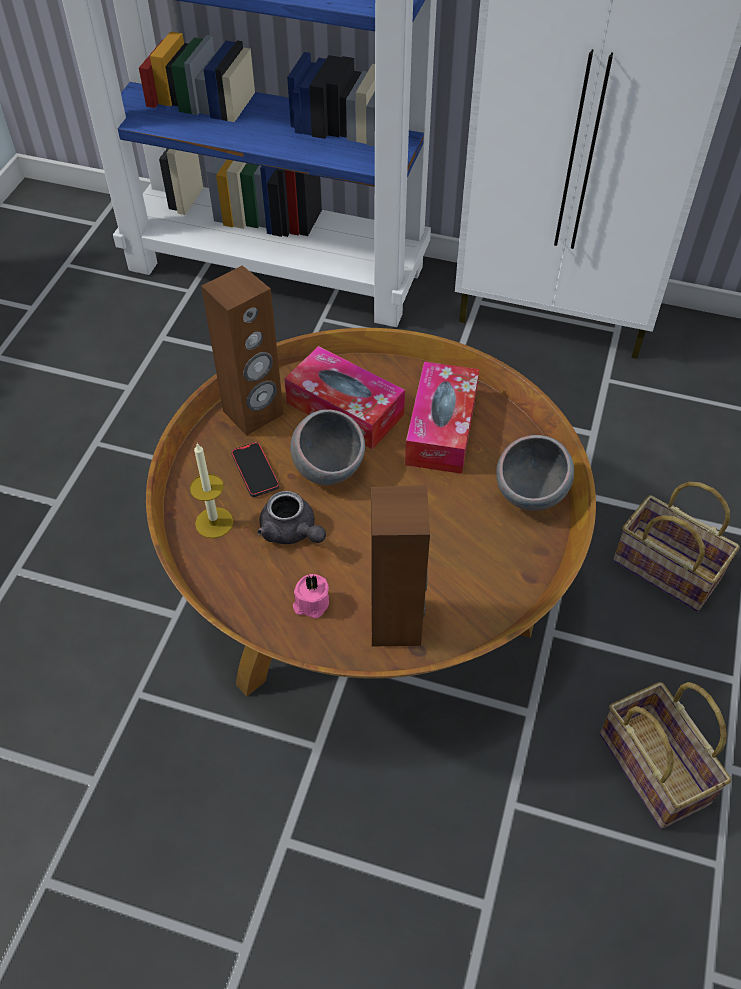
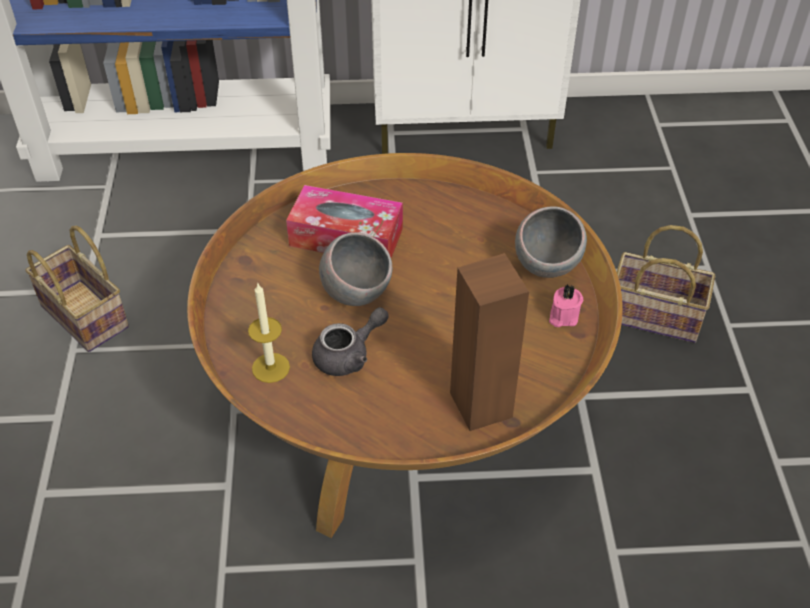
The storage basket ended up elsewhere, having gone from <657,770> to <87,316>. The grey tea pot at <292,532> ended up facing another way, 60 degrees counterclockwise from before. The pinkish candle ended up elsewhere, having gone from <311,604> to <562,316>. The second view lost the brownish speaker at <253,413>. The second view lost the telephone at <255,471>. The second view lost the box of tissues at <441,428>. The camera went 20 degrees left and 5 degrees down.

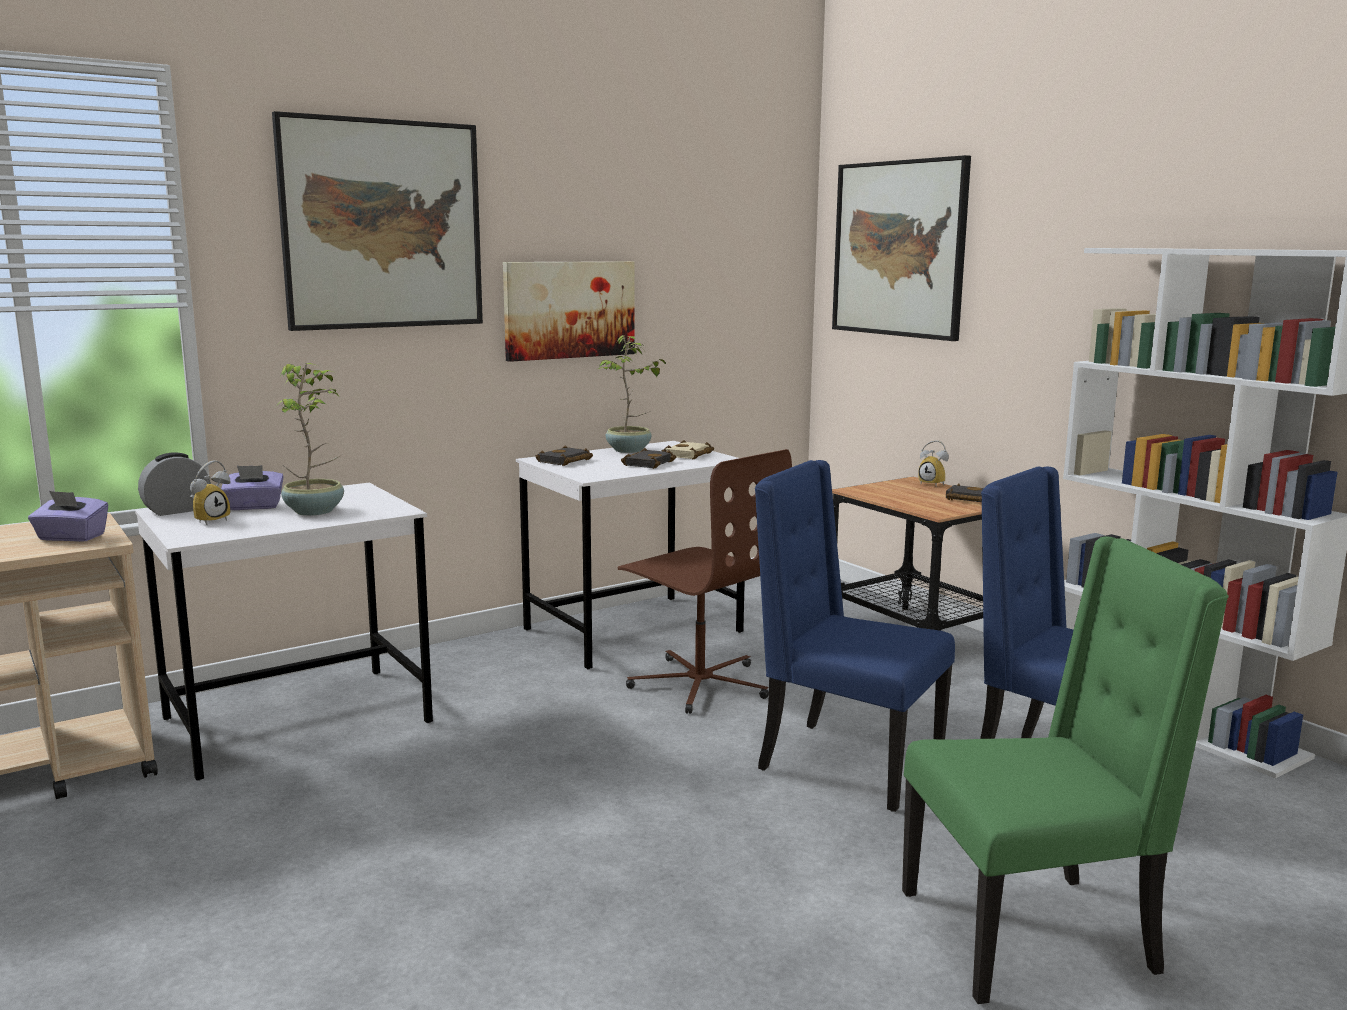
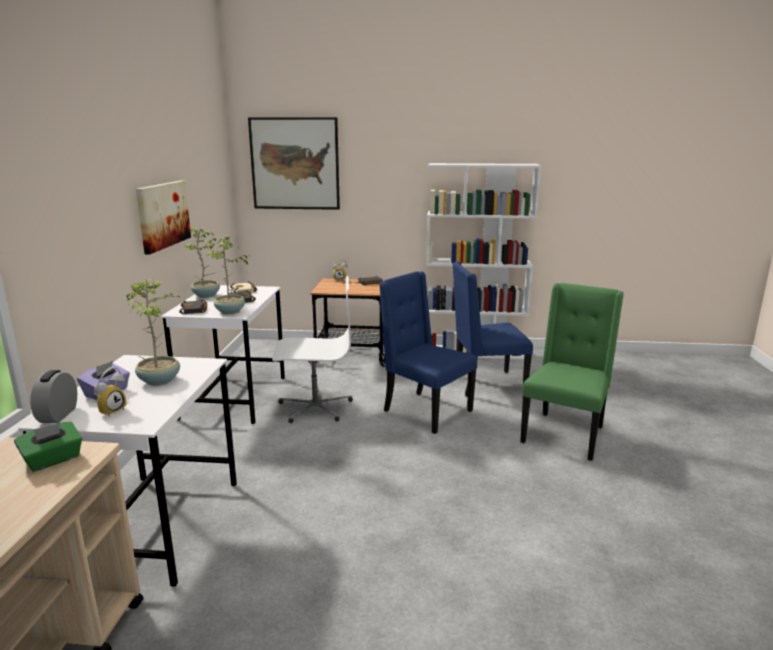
What was the purple box of tissues at <71,537> turned into the green box of tissues at <53,460>. The bedside clock at <210,520> ended up facing another way, 45 degrees clockwise from before. The second view gained the houseplant at <230,312>. What was the brownish office chair at <700,684> turned into the white-coloured office chair at <315,407>. The blue chair at <846,763> ended up facing another way, 60 degrees clockwise from before. The second view lost the wall picture at <382,225>. The camera went 50 degrees left and 5 degrees up.

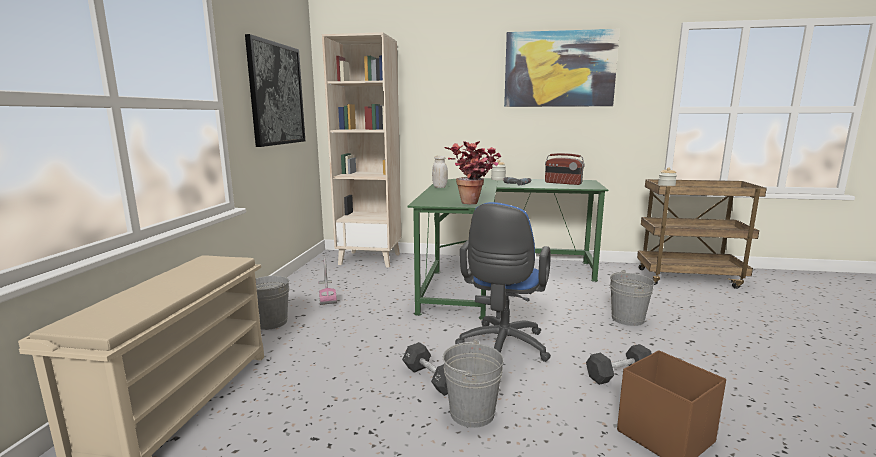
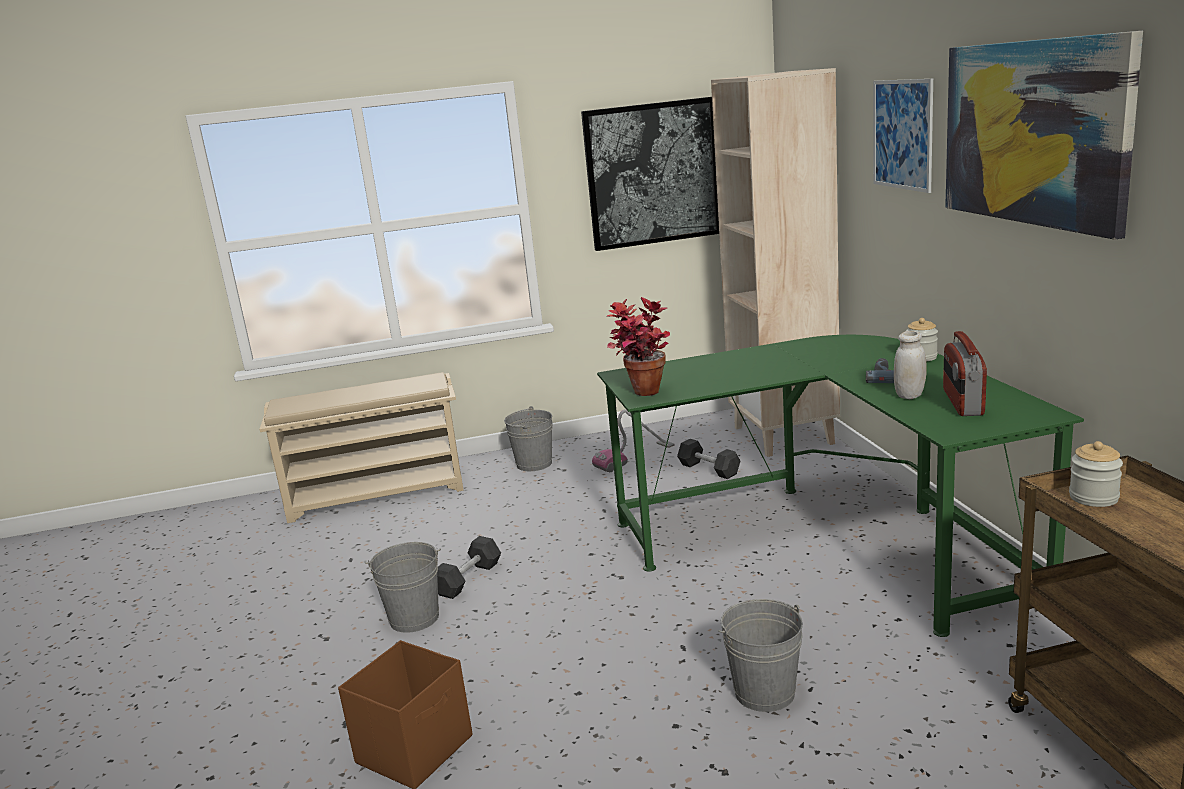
The black dumbbell ended up elsewhere, having gone from <619,374> to <709,469>. The second view gained the wall picture at <902,134>. The white-coloured jar ended up elsewhere, having gone from <439,187> to <909,395>. The second view lost the blue office chair at <502,349>. The camera went 70 degrees right and 5 degrees up.

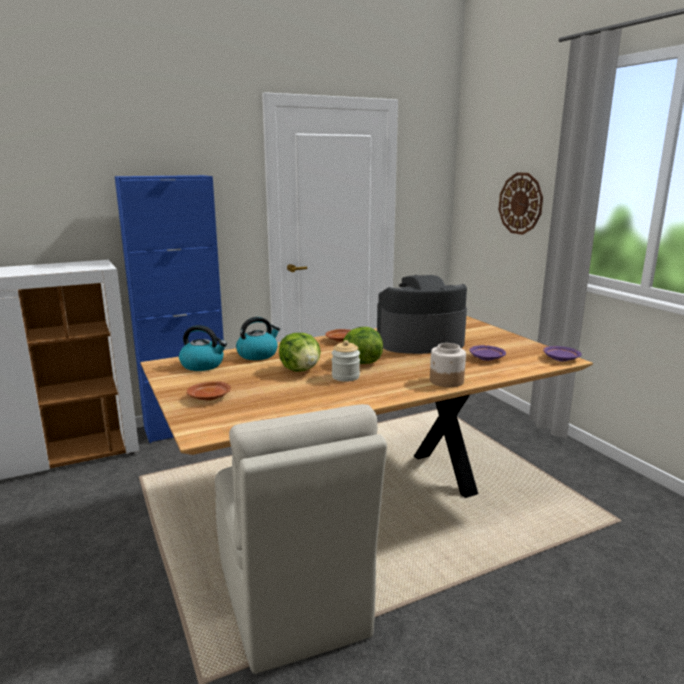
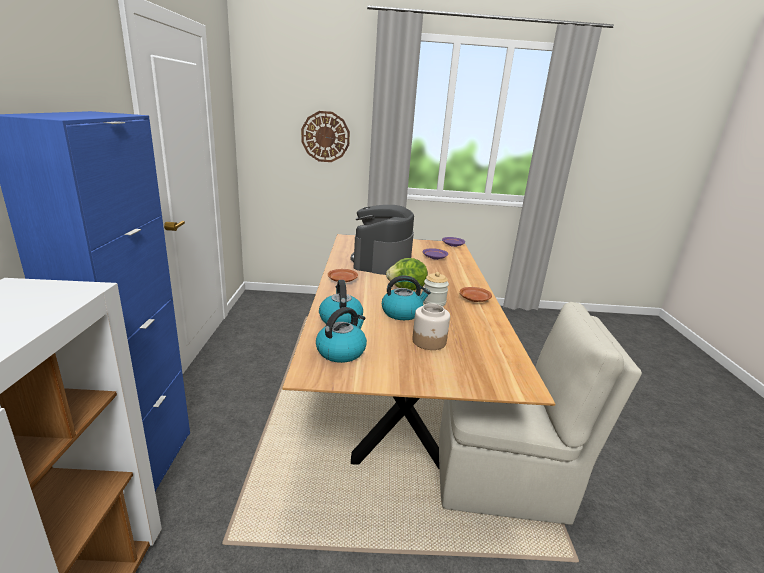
Where the lettuce head stood at <301,370>, the kettle came to stand at <402,313>. The jar ended up elsewhere, having gone from <446,381> to <429,341>. The brownish plate ended up elsewhere, having gone from <210,397> to <474,299>. The camera went 65 degrees left and 5 degrees up.

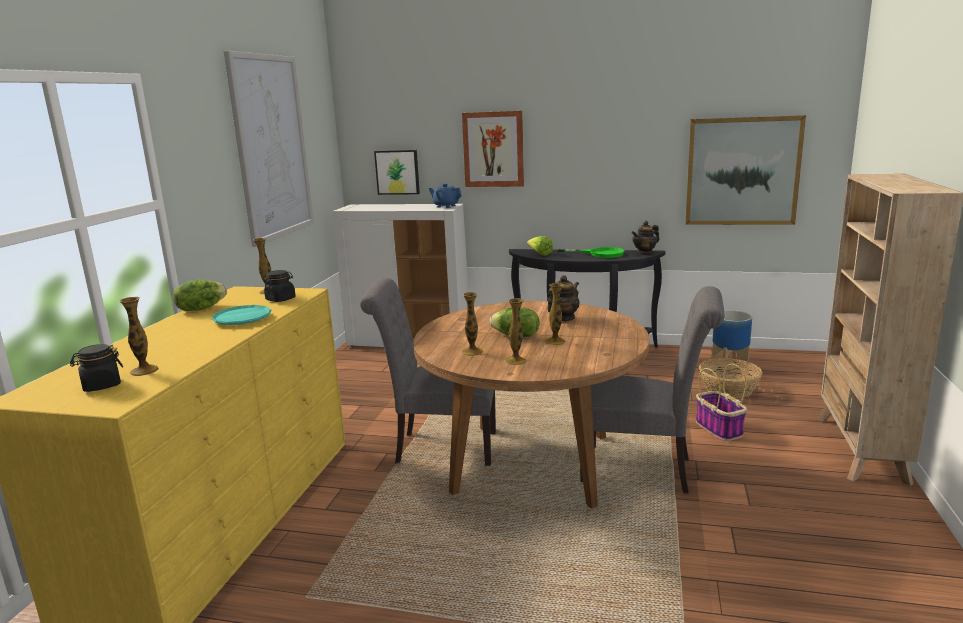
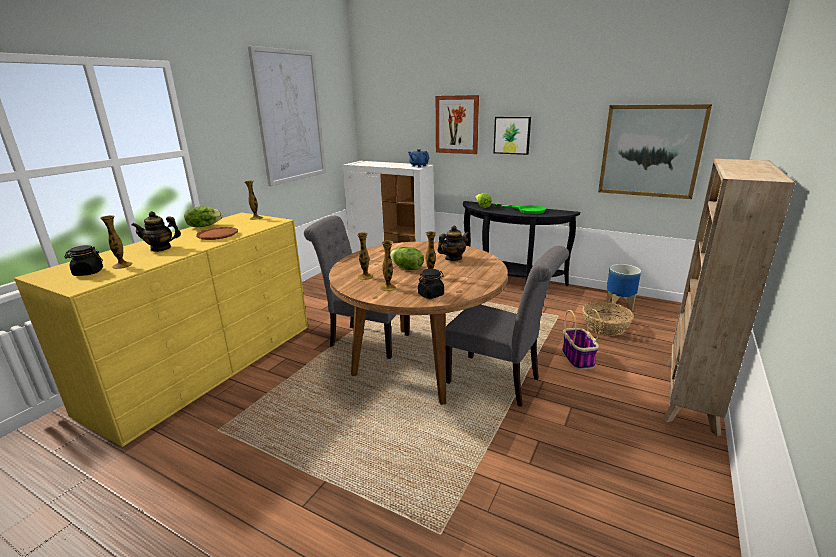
The tea pot ended up elsewhere, having gone from <645,253> to <161,248>. What was the turquoise plate at <242,319> turned into the brownish plate at <218,236>. The black jar ended up elsewhere, having gone from <281,299> to <431,294>. The wall picture ended up elsewhere, having gone from <397,172> to <512,135>. The camera went 15 degrees right and 5 degrees up.

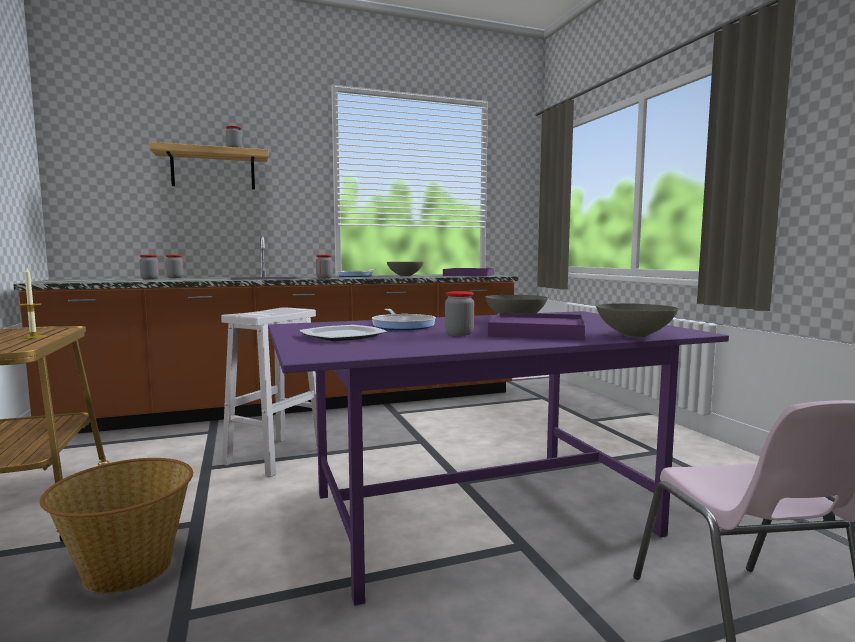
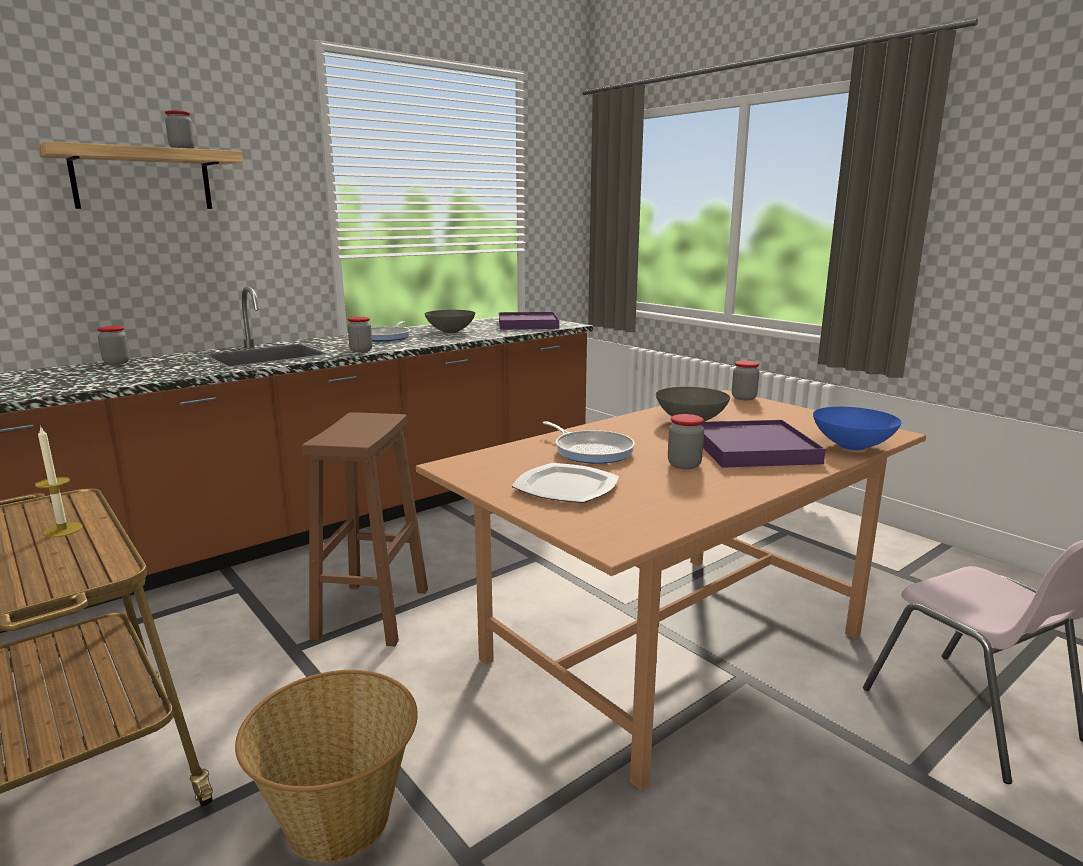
What was the white-coloured sitting stool at <277,455> turned into the brownish sitting stool at <372,612>. What was the purple dining table at <480,512> turned into the brownish dining table at <674,645>. The jar ended up elsewhere, having gone from <150,279> to <744,398>. What was the grey serving bowl at <634,335> turned into the blue serving bowl at <852,447>. The camera went 20 degrees left and 10 degrees up.

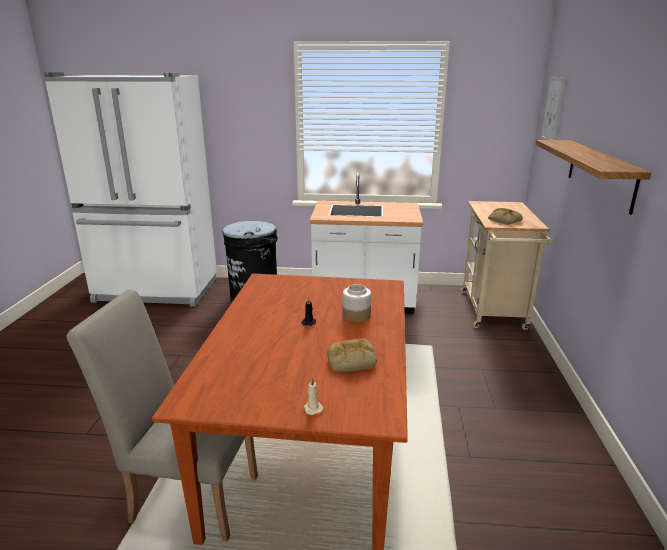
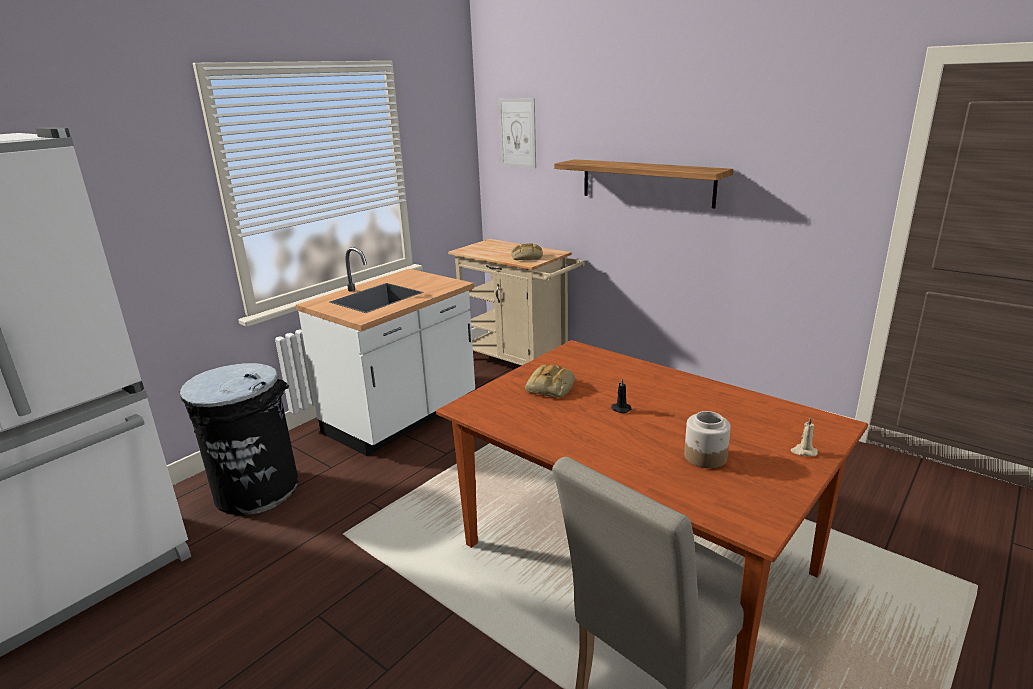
The bread ended up elsewhere, having gone from <351,361> to <551,387>. The jar ended up elsewhere, having gone from <356,316> to <705,457>. The camera went 55 degrees left and 0 degrees up.

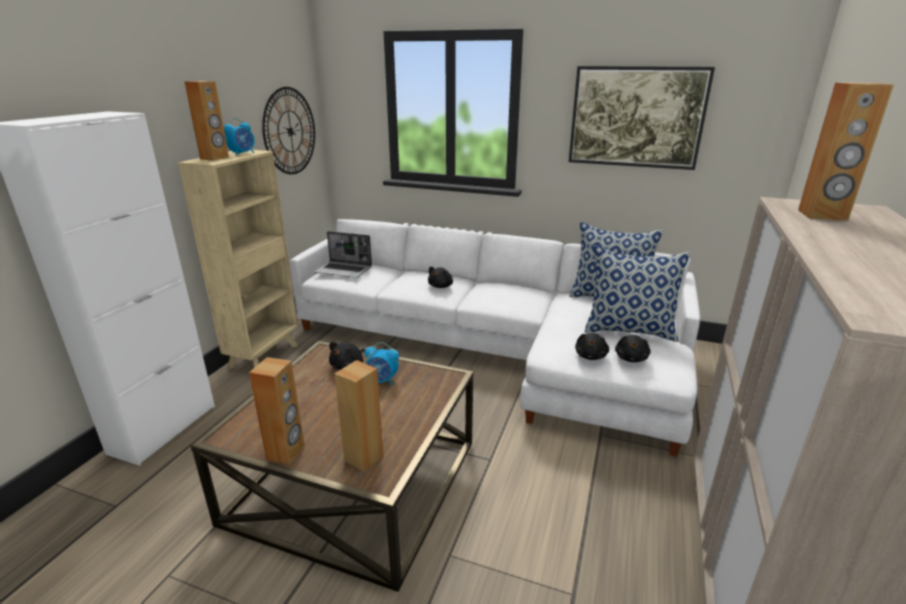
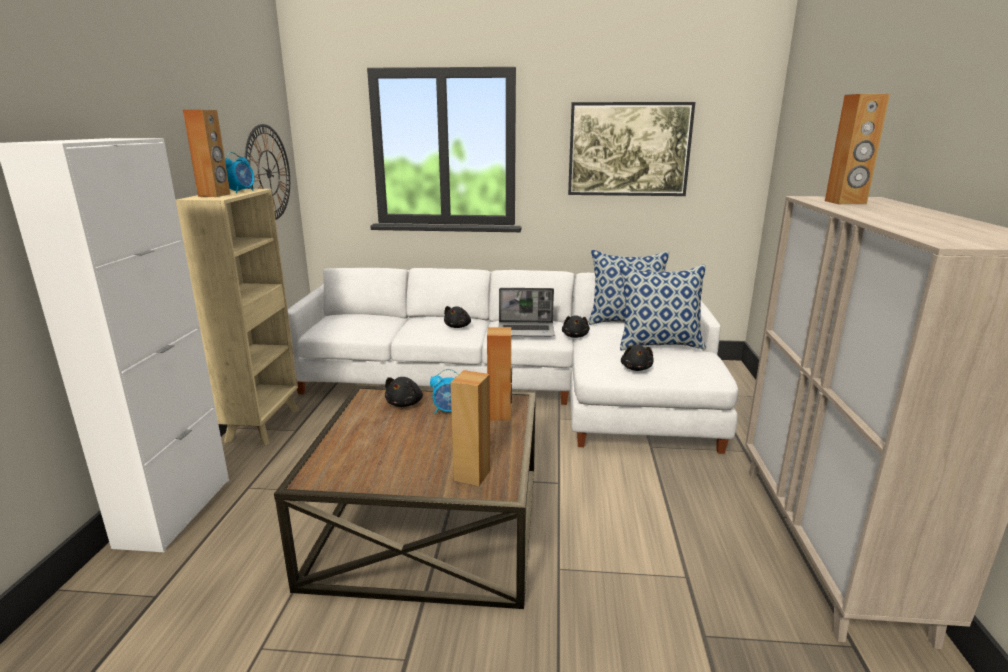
The brownish speaker ended up elsewhere, having gone from <286,453> to <500,414>. The portable computer ended up elsewhere, having gone from <344,270> to <526,331>. The black cuddly toy ended up elsewhere, having gone from <631,358> to <575,336>. The camera went 15 degrees left and 5 degrees down.

